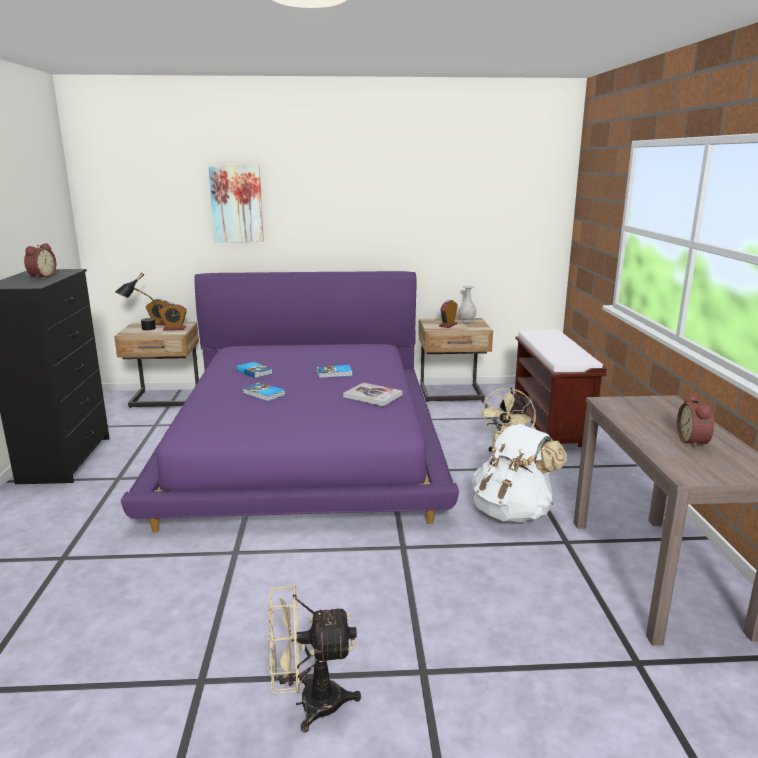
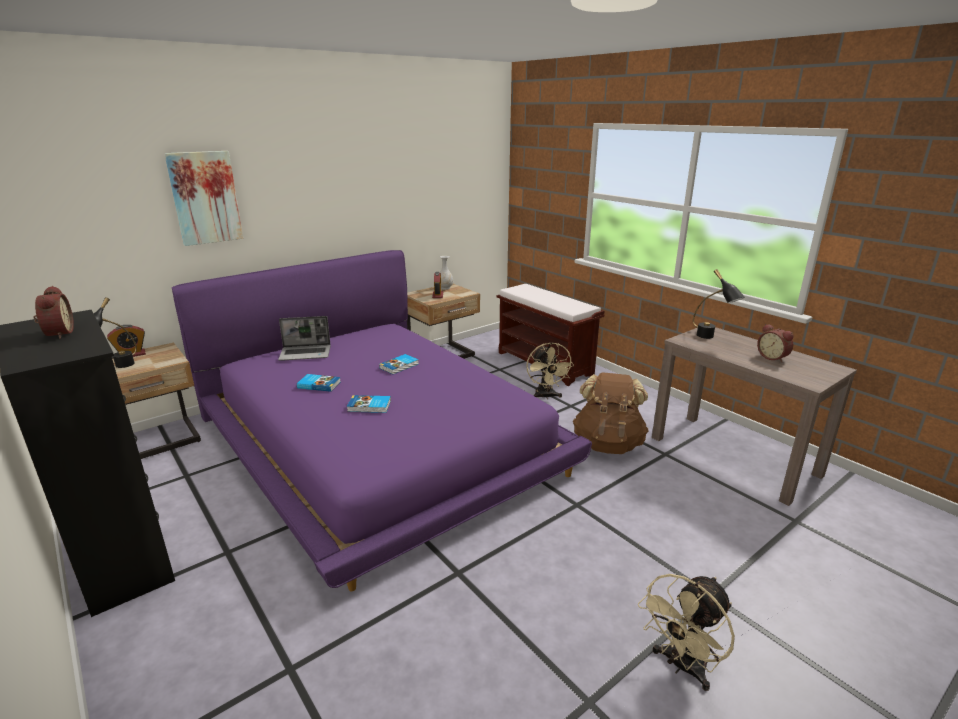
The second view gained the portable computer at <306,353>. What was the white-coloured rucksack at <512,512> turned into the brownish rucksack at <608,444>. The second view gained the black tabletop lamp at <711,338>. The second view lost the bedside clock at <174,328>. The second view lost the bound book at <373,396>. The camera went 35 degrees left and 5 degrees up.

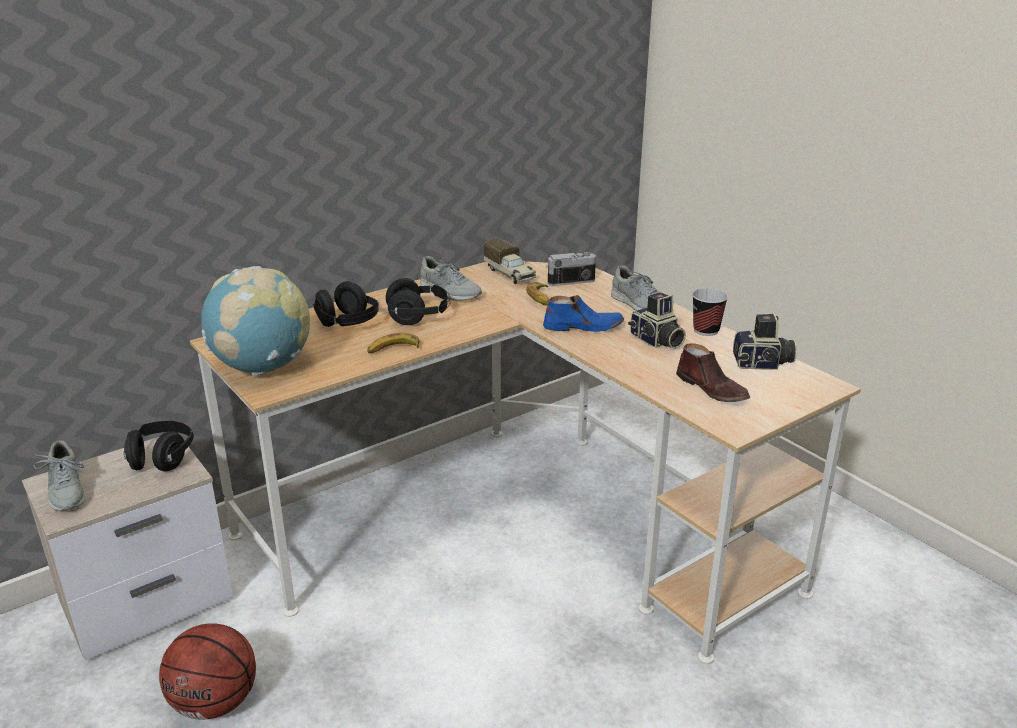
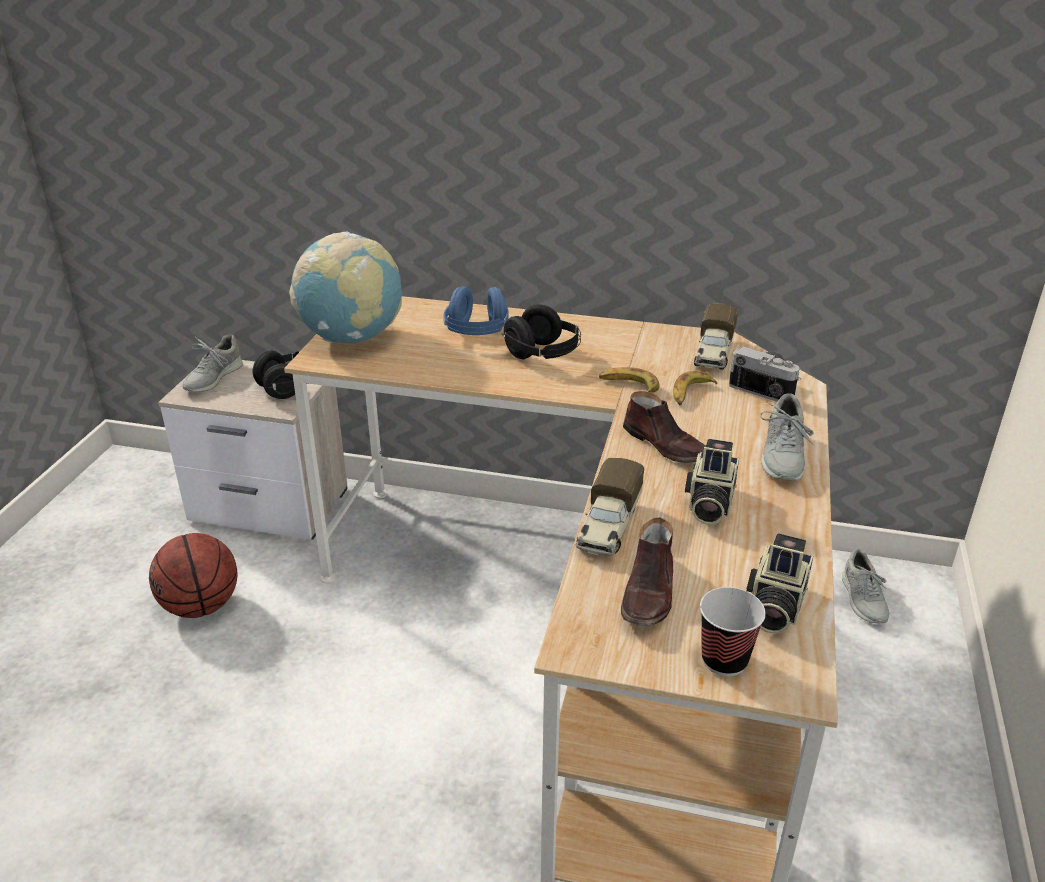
What was the black pair of headphones at <348,324> turned into the blue pair of headphones at <477,333>. The second view gained the toy lorry at <608,527>. The whole banana ended up elsewhere, having gone from <393,349> to <628,386>. What was the blue low shoe at <583,327> turned into the brownish low shoe at <666,445>. The cup ended up elsewhere, having gone from <706,330> to <724,660>. The photo camera at <762,364> ended up facing another way, 60 degrees clockwise from before. The grey low shoe ended up elsewhere, having gone from <450,292> to <863,600>. The camera went 50 degrees right and 5 degrees up.

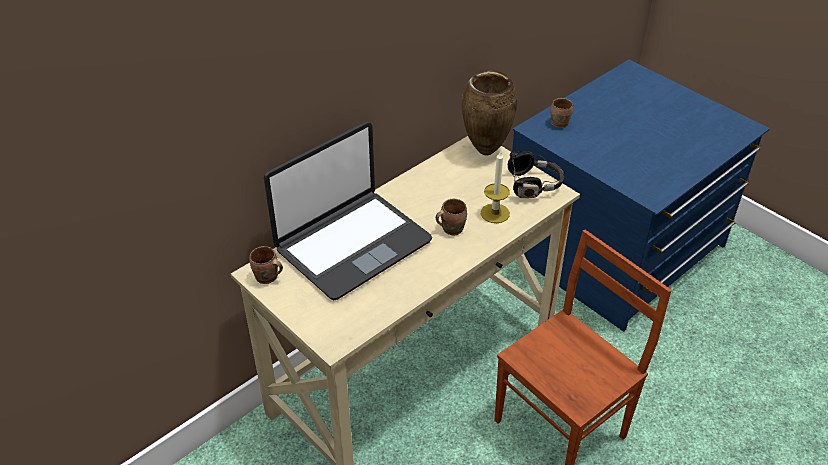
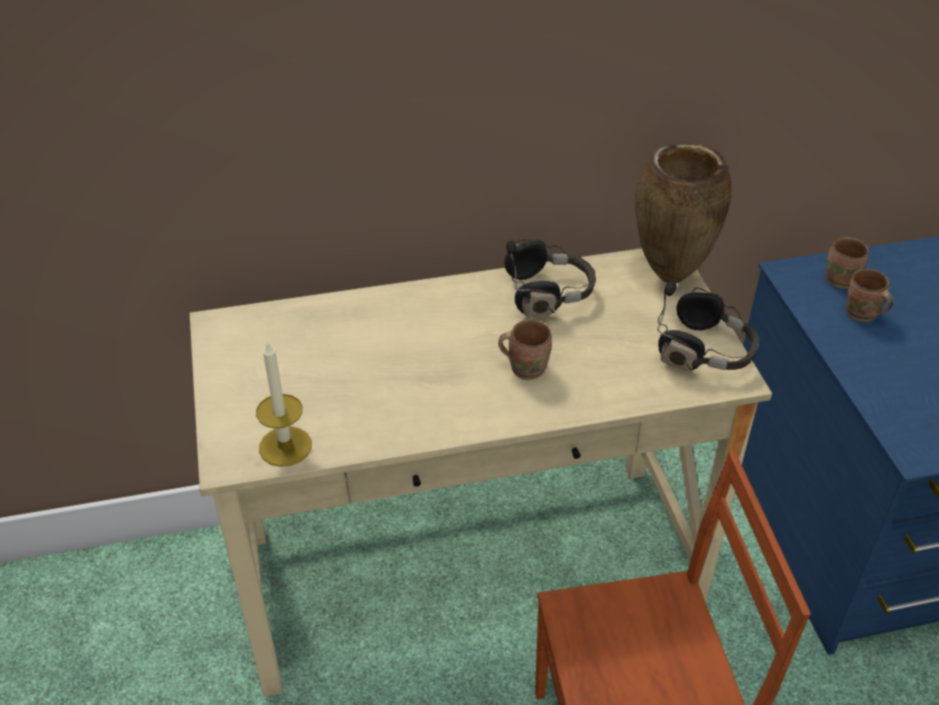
The candle ended up elsewhere, having gone from <495,213> to <285,446>. The second view gained the black pair of headphones at <548,293>. The brownish coffee mug ended up elsewhere, having gone from <267,278> to <861,315>. The second view lost the portable computer at <352,244>. The camera went 30 degrees right and 0 degrees up.

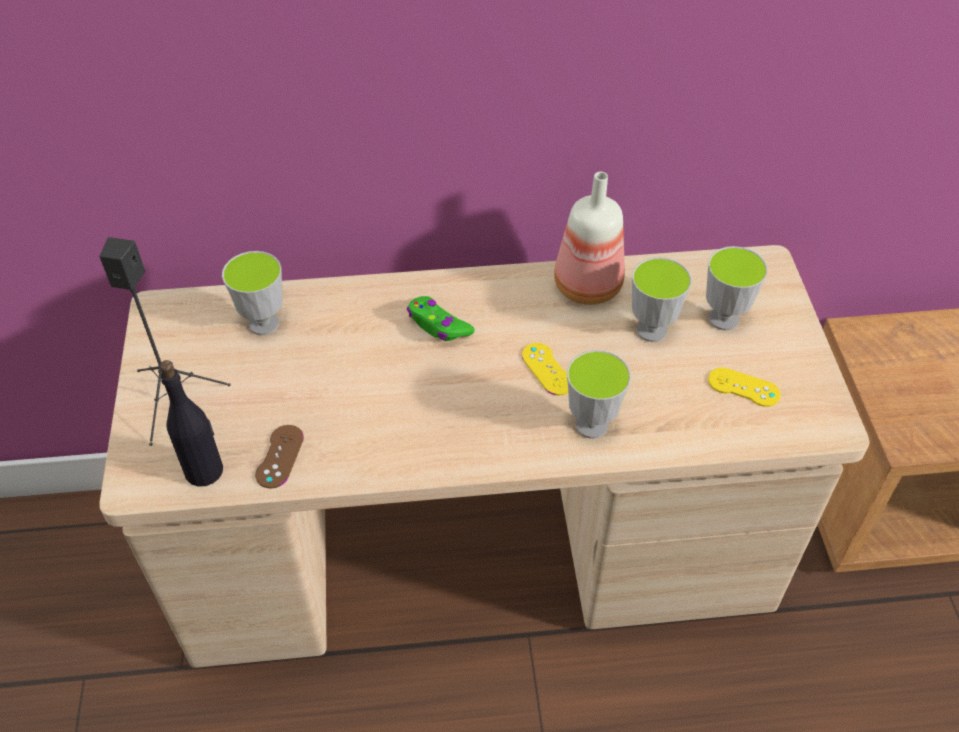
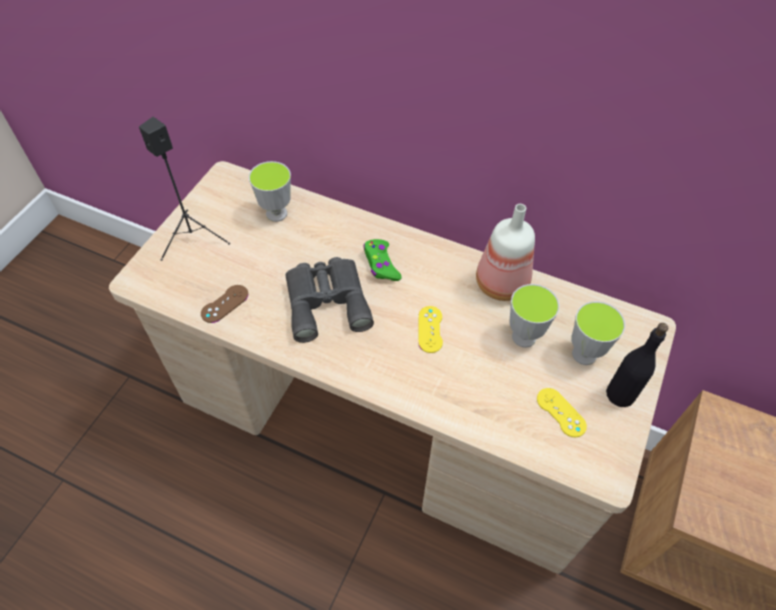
The second view gained the grey pair of binoculars at <327,300>. The black drink bottle ended up elsewhere, having gone from <204,470> to <621,394>. The second view lost the cup at <591,425>. The camera went 30 degrees right and 5 degrees up.

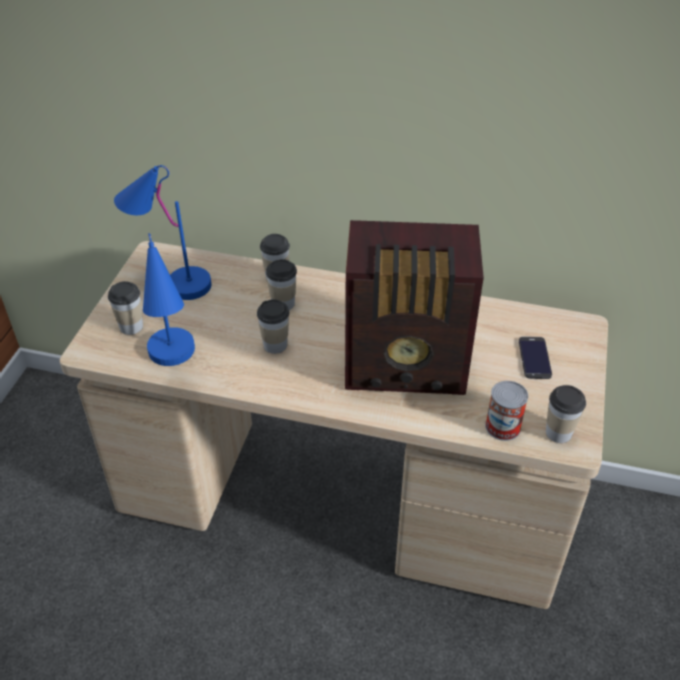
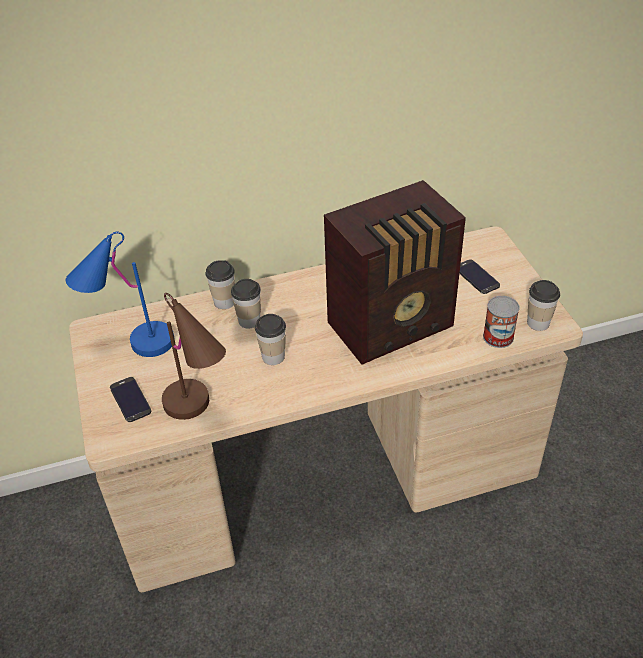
Where the cup stood at <131,326>, the telephone came to stand at <130,399>. What was the blue tabletop lamp at <174,364> turned into the brownish tabletop lamp at <200,412>. The camera went 30 degrees left and 0 degrees up.

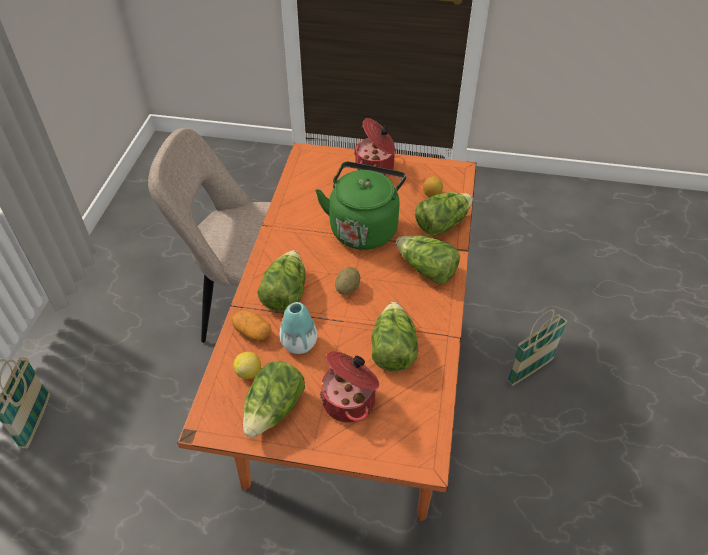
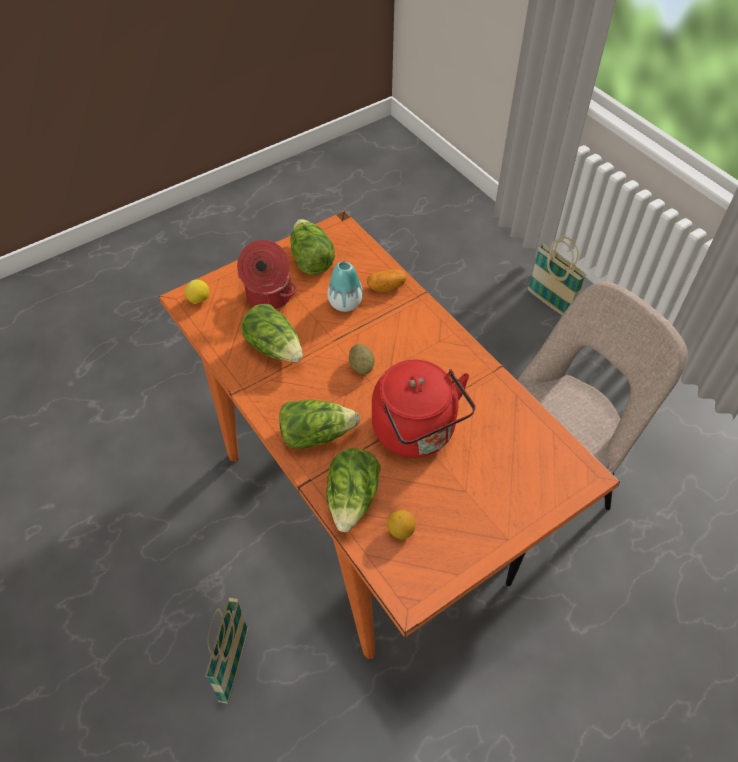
The whole lemon ended up elsewhere, having gone from <248,372> to <199,300>. What was the green kettle at <364,227> turned into the reddish kettle at <417,433>. The second view lost the lettuce head at <284,293>. The second view lost the cooking pot at <376,166>. The camera went 135 degrees right and 5 degrees up.

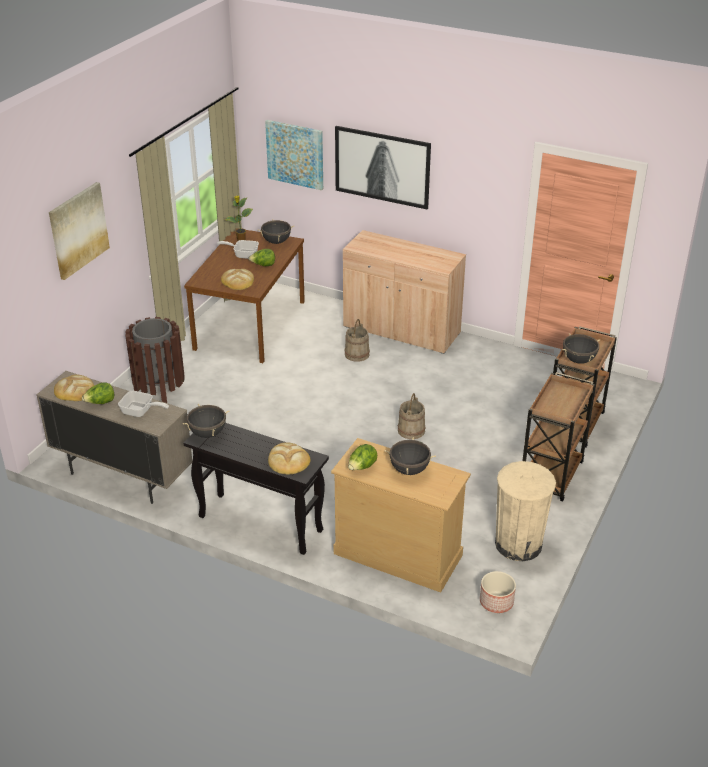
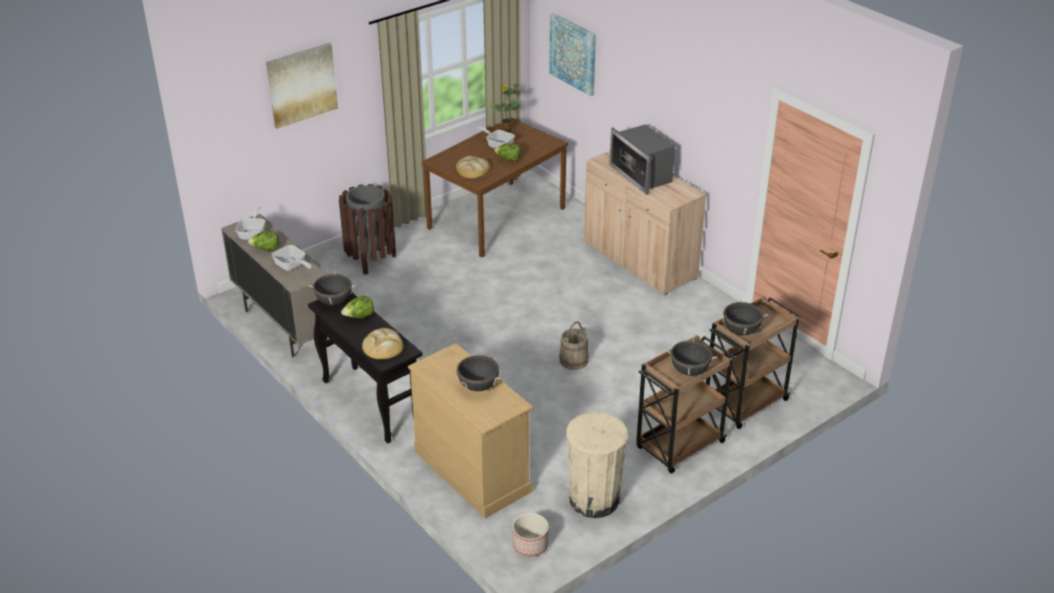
Where the bread stood at <75,390>, the pan came to stand at <253,233>. The lettuce head ended up elsewhere, having gone from <362,467> to <359,317>. The second view gained the microwave oven at <642,175>. The black cooking pot ended up elsewhere, having gone from <276,242> to <689,371>. The second view lost the wall picture at <382,166>. The second view lost the beige water bucket at <357,354>. The camera went 25 degrees right and 0 degrees up.

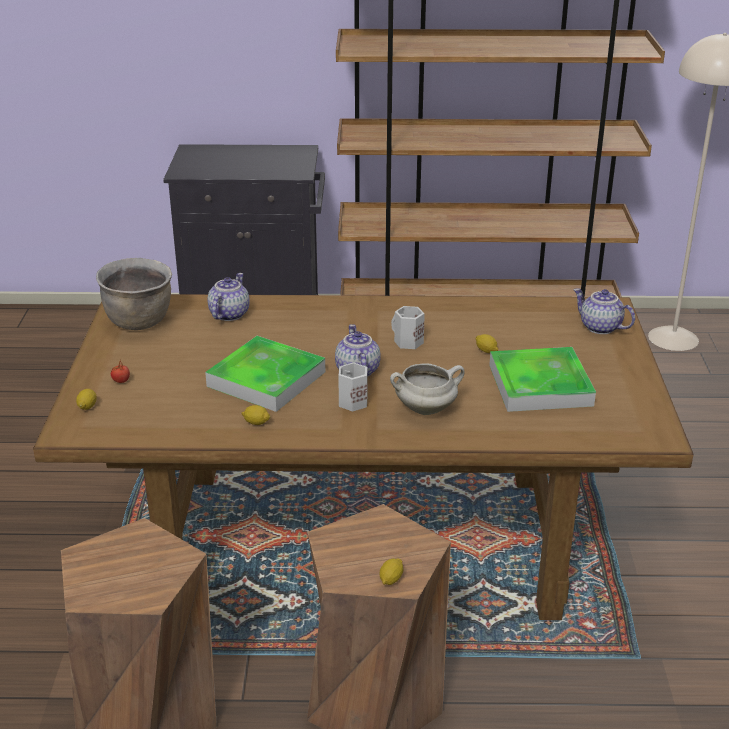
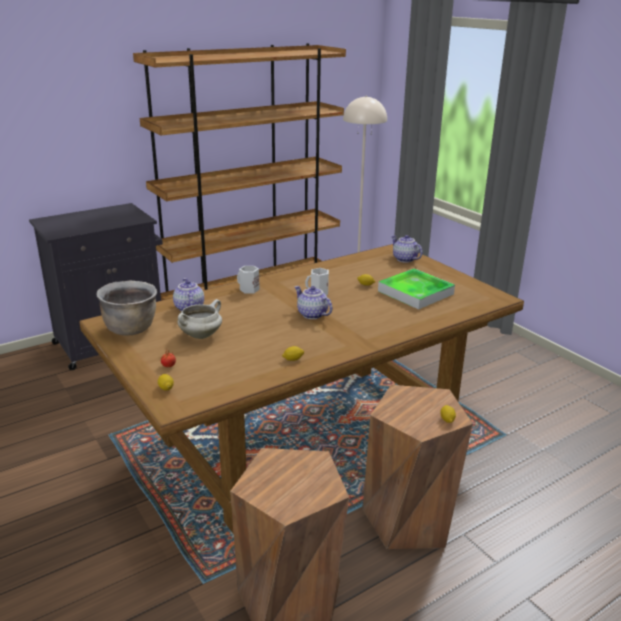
The white-coloured cooking pot ended up elsewhere, having gone from <426,408> to <201,335>. The white-coloured coffee mug ended up elsewhere, having gone from <351,402> to <248,289>. The tea pot at <599,327> ended up facing another way, 45 degrees clockwise from before. The second view lost the tray at <266,379>. The camera went 35 degrees left and 5 degrees down.

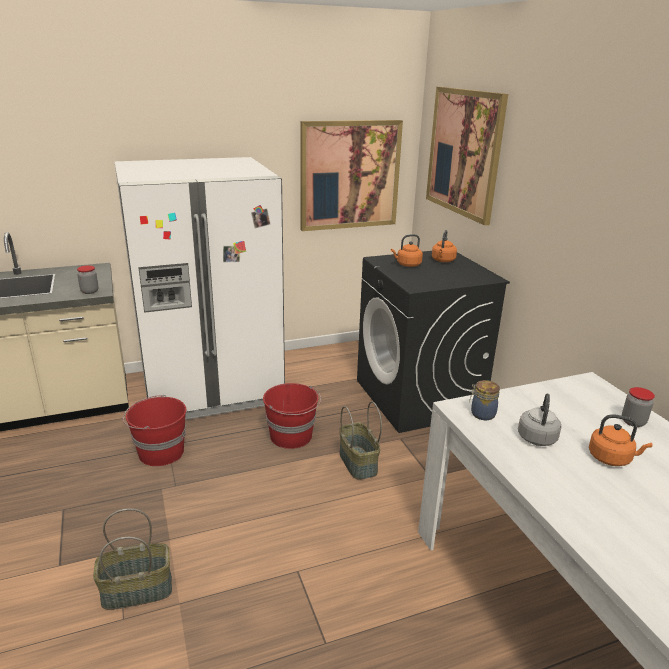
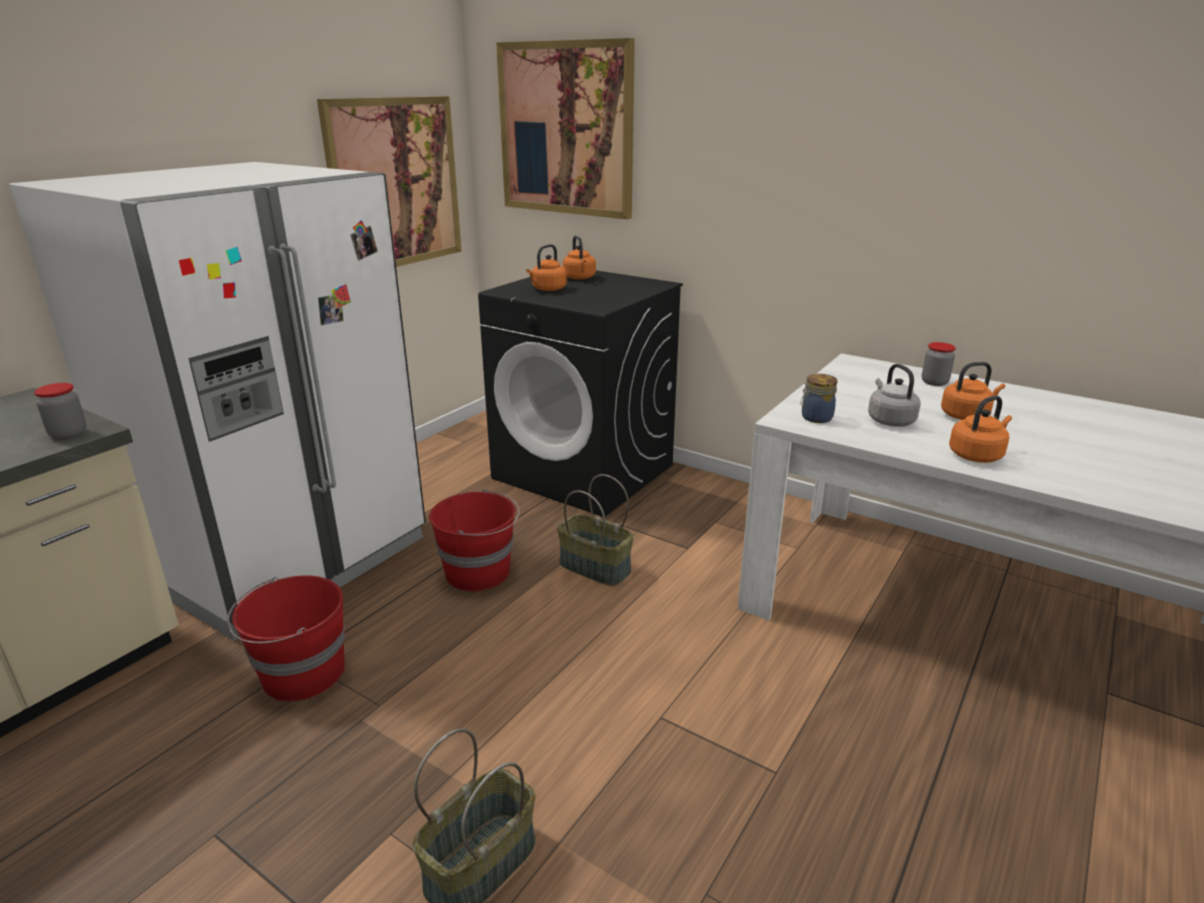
The second view gained the orange kettle at <977,455>. The camera went 35 degrees left and 0 degrees up.

